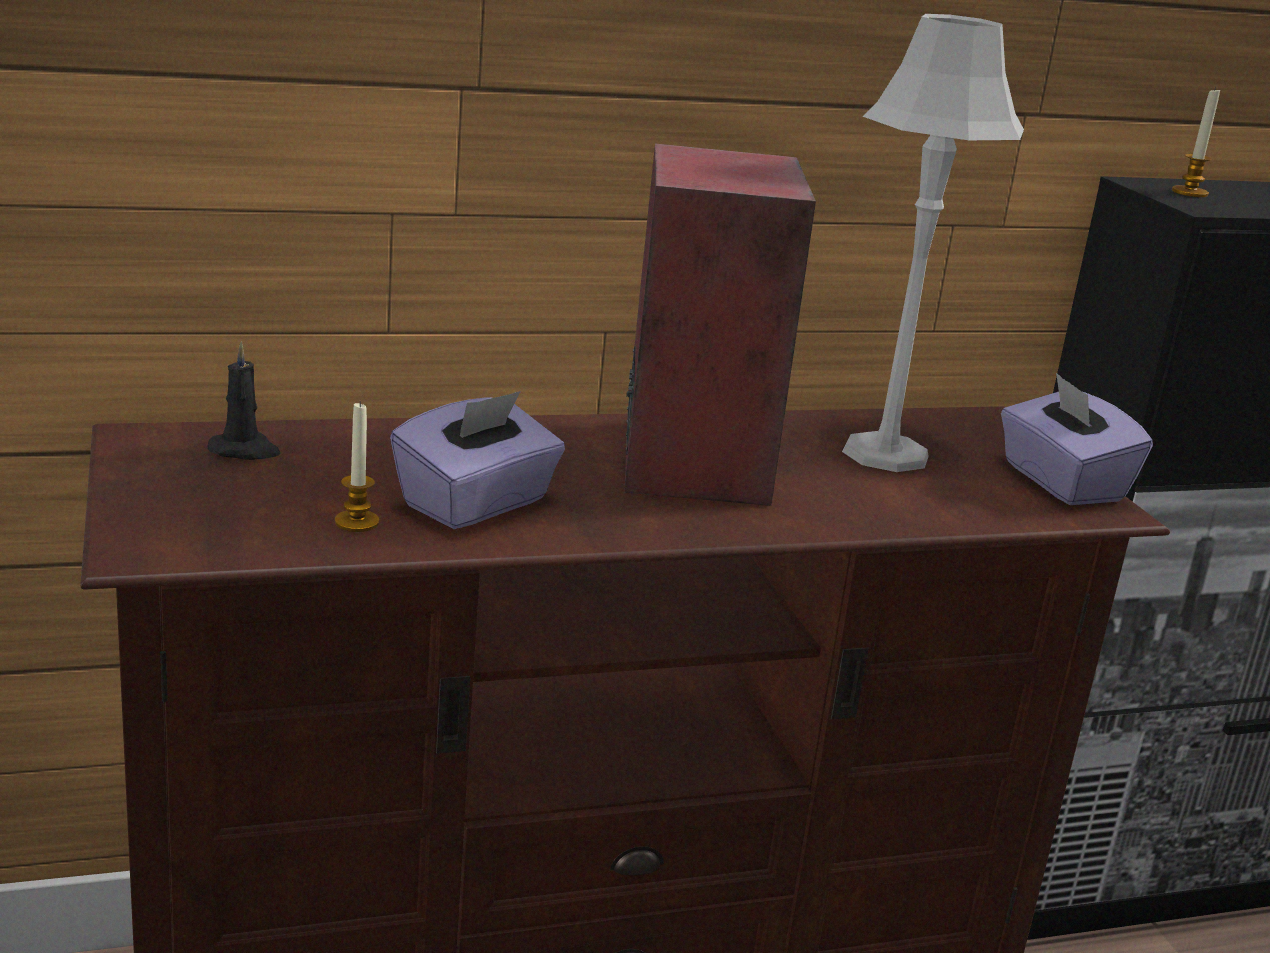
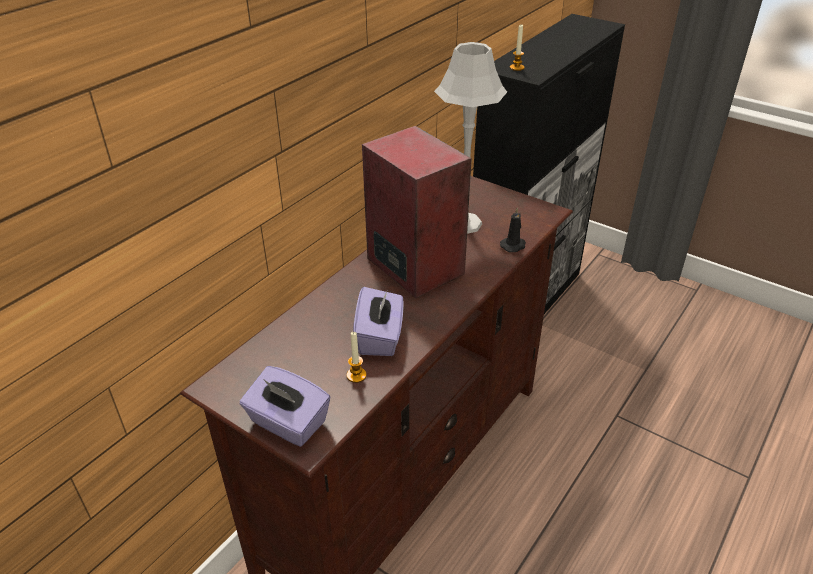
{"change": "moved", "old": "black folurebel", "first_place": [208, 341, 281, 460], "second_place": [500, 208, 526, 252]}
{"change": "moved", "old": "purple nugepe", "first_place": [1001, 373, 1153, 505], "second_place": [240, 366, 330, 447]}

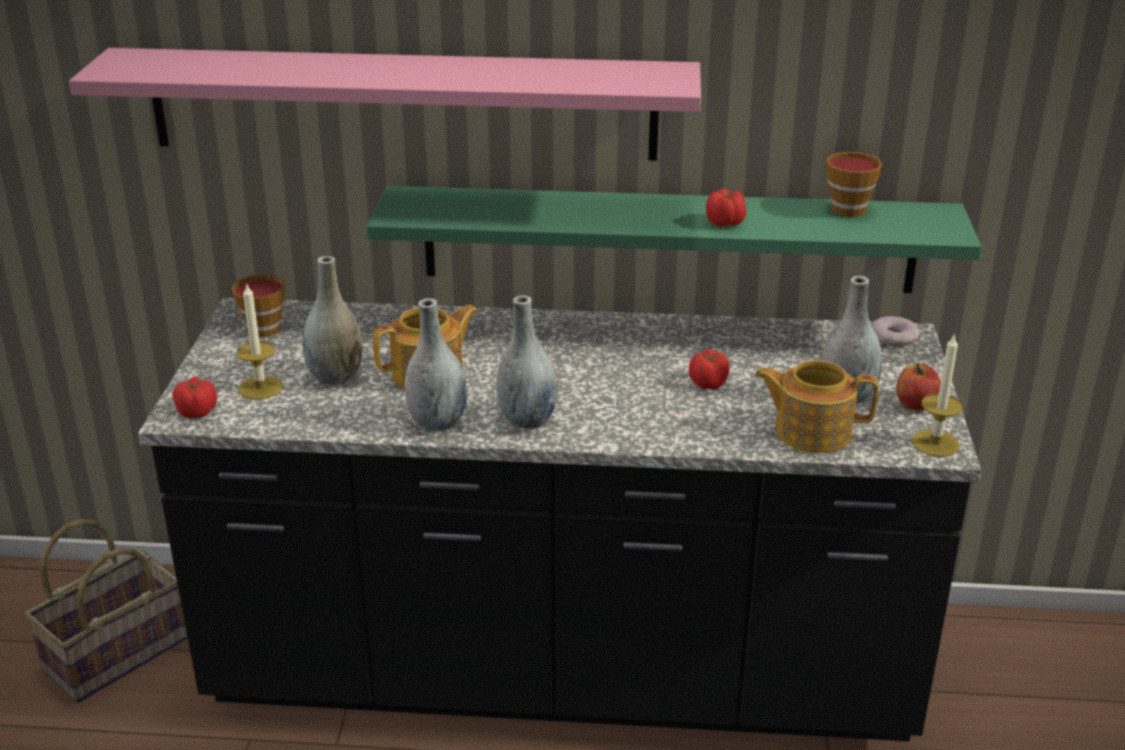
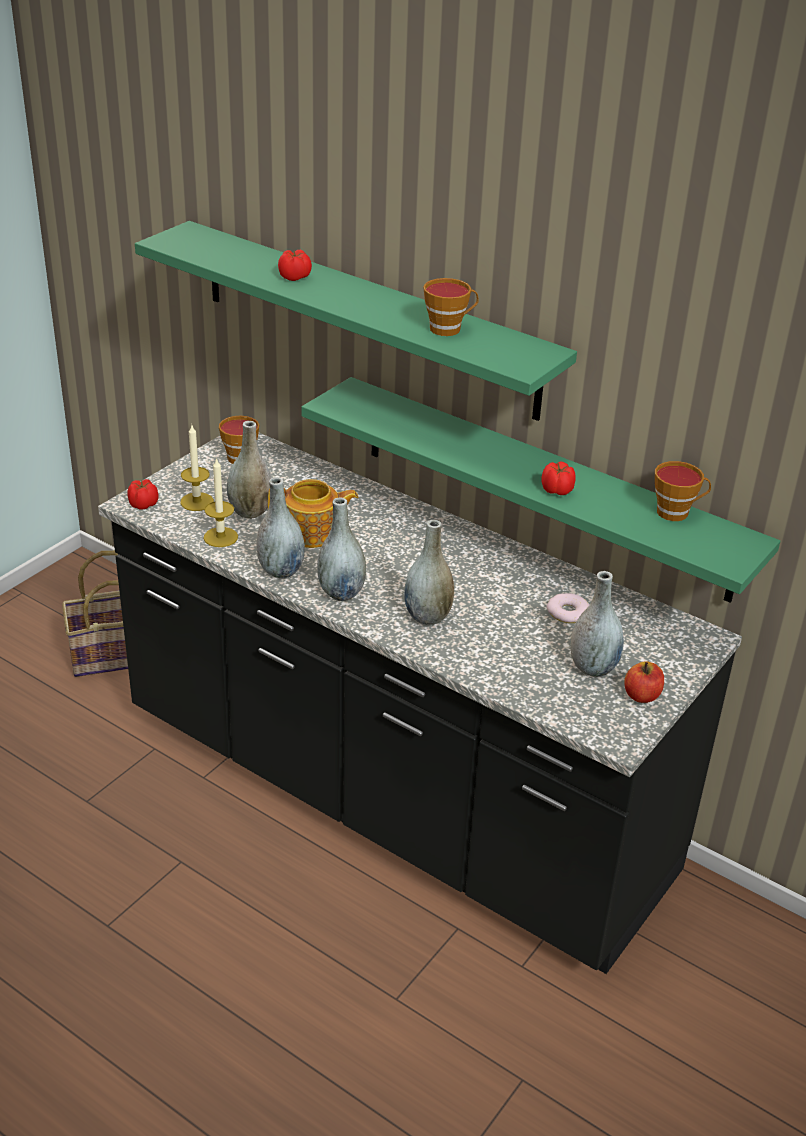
{"change": "recoloured", "old": "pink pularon", "new": "green pularon", "first_place": [69, 48, 701, 161], "second_place": [135, 221, 577, 421]}
{"change": "moved", "old": "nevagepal", "first_place": [689, 349, 730, 389], "second_place": [278, 250, 312, 281]}
{"change": "removed", "old": "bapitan", "first_place": [754, 360, 879, 453]}
{"change": "moved", "old": "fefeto", "first_place": [871, 316, 920, 346], "second_place": [546, 593, 590, 623]}
{"change": "moved", "old": "folurebel", "first_place": [912, 333, 963, 457], "second_place": [204, 458, 238, 547]}
{"change": "added", "new": "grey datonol", "second_place": [404, 520, 454, 625]}
{"change": "added", "new": "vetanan", "second_place": [423, 278, 479, 336]}

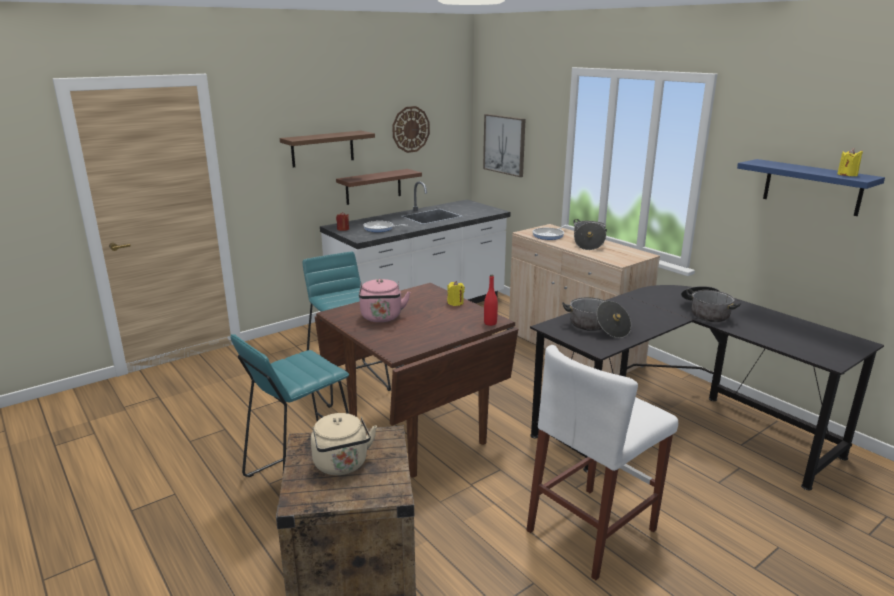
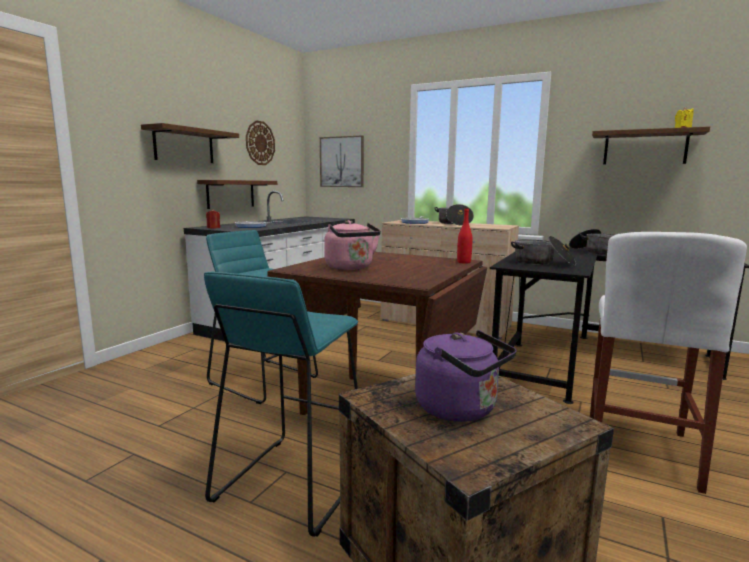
{"change": "recoloured", "old": "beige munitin", "new": "purple munitin", "first_place": [311, 413, 377, 475], "second_place": [415, 330, 517, 422]}
{"change": "removed", "old": "yellow folurebel", "first_place": [447, 281, 465, 306]}
{"change": "recoloured", "old": "blue pularon", "new": "brown pularon", "first_place": [737, 159, 885, 216], "second_place": [592, 126, 710, 164]}

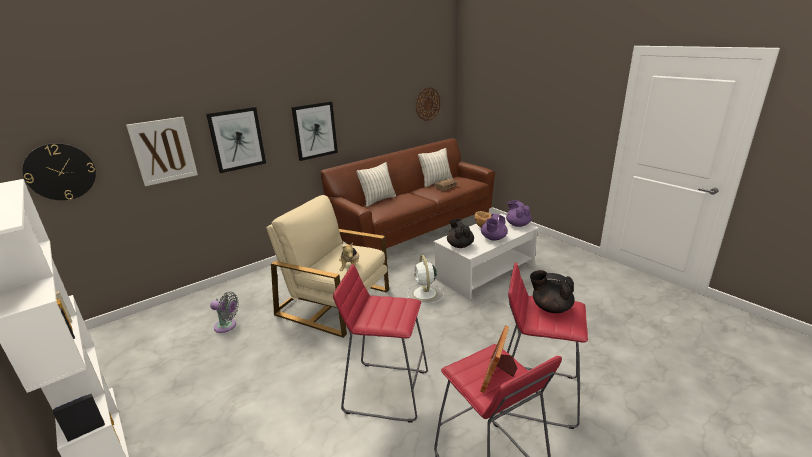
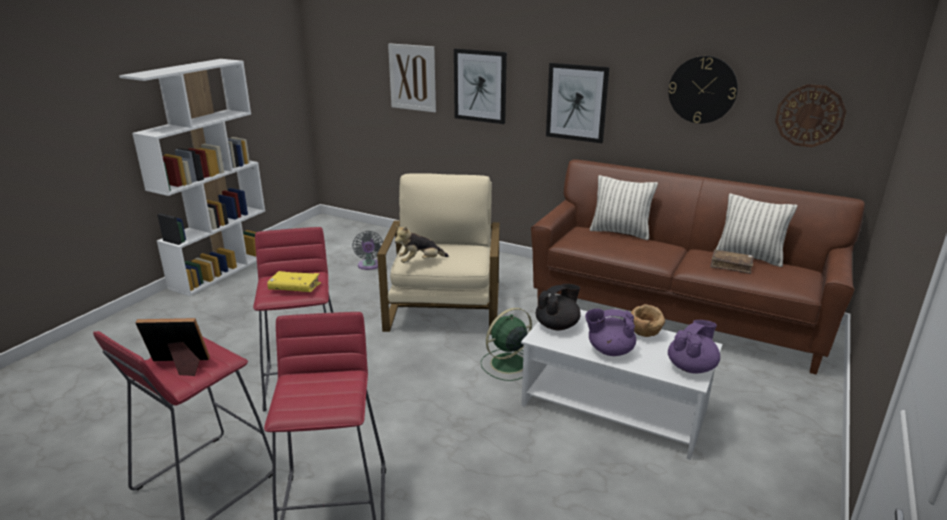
{"change": "moved", "old": "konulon", "first_place": [23, 143, 96, 200], "second_place": [669, 56, 738, 123]}
{"change": "recoloured", "old": "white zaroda", "new": "green zaroda", "first_place": [407, 255, 444, 304], "second_place": [481, 308, 532, 381]}
{"change": "removed", "old": "black bapitan", "first_place": [530, 270, 575, 313]}
{"change": "added", "new": "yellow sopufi", "second_place": [267, 271, 321, 292]}

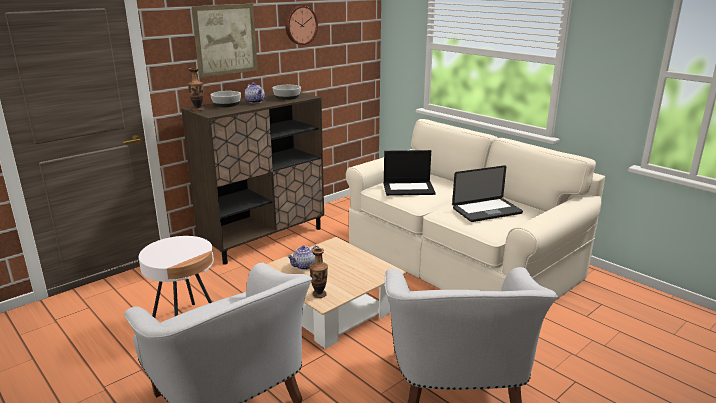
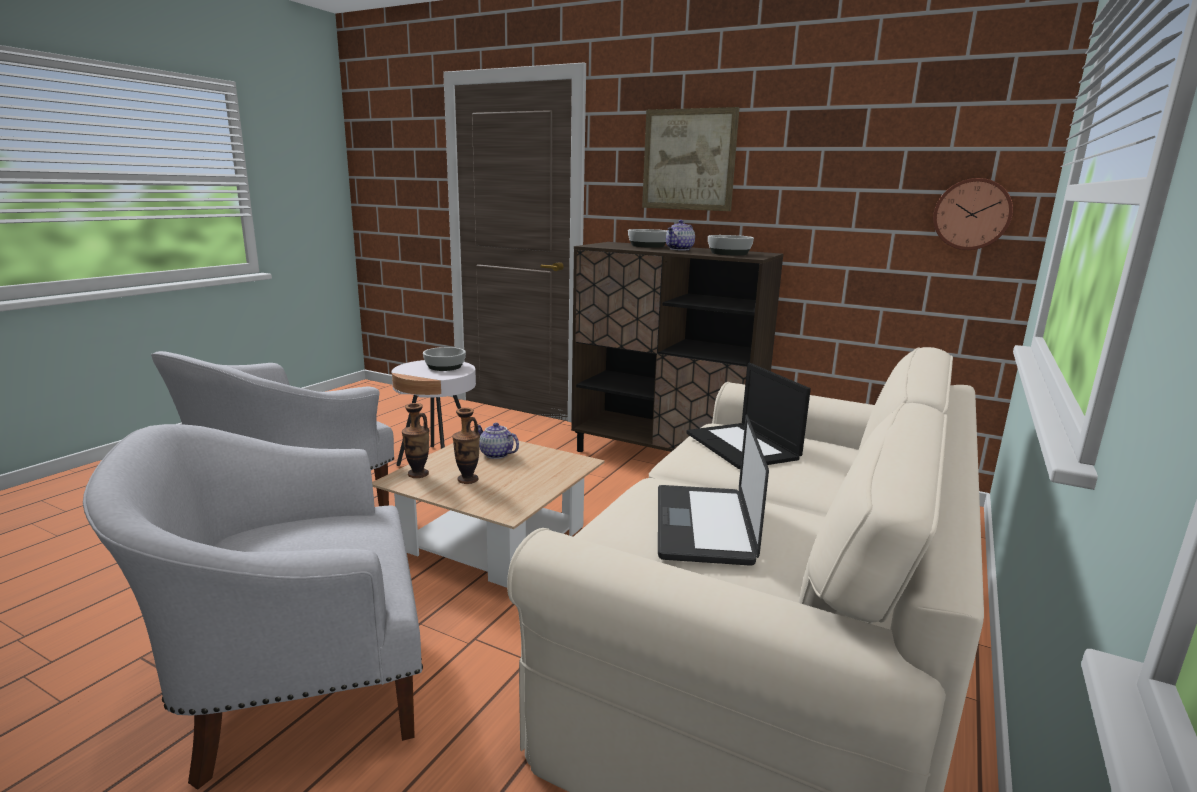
{"change": "moved", "old": "datonol", "first_place": [188, 68, 204, 111], "second_place": [452, 408, 480, 484]}
{"change": "moved", "old": "konulon", "first_place": [285, 6, 318, 45], "second_place": [933, 178, 1013, 250]}
{"change": "turned", "old": "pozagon", "first_place": [452, 165, 523, 222], "second_place": [658, 414, 769, 566], "degrees": 45}
{"change": "added", "new": "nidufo", "second_place": [423, 347, 466, 371]}

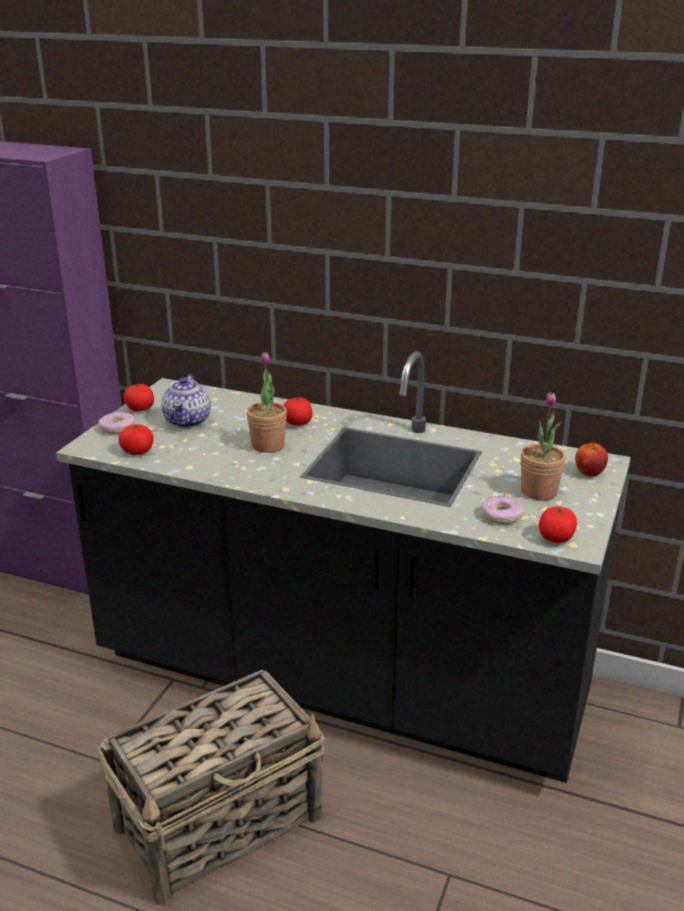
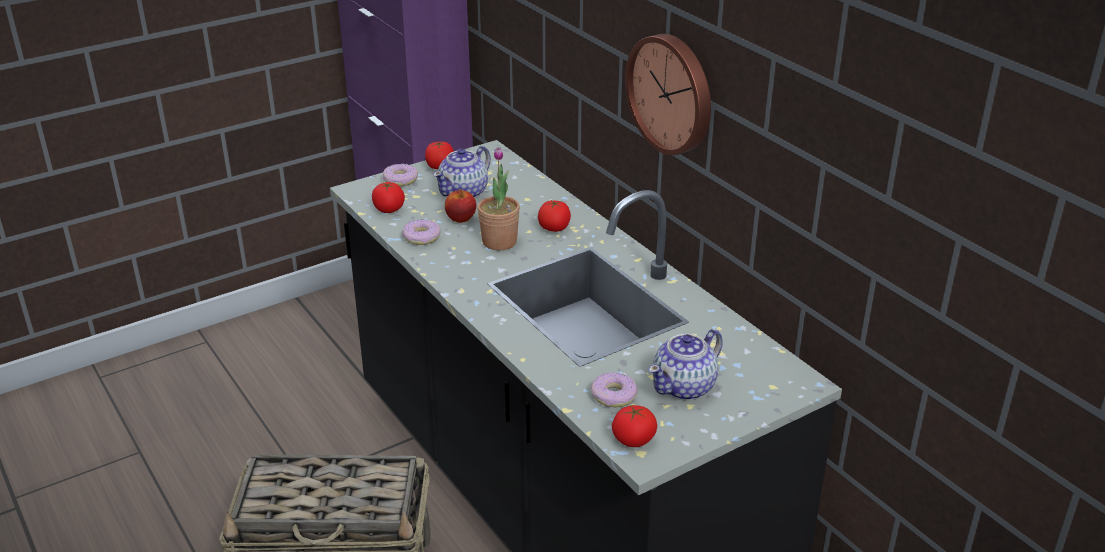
{"change": "replaced", "old": "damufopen", "new": "bapitan", "first_place": [521, 392, 566, 501], "second_place": [649, 329, 723, 400]}
{"change": "moved", "old": "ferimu", "first_place": [575, 441, 608, 477], "second_place": [445, 189, 476, 223]}
{"change": "added", "new": "fefeto", "second_place": [402, 219, 441, 245]}
{"change": "added", "new": "konulon", "second_place": [625, 34, 711, 155]}

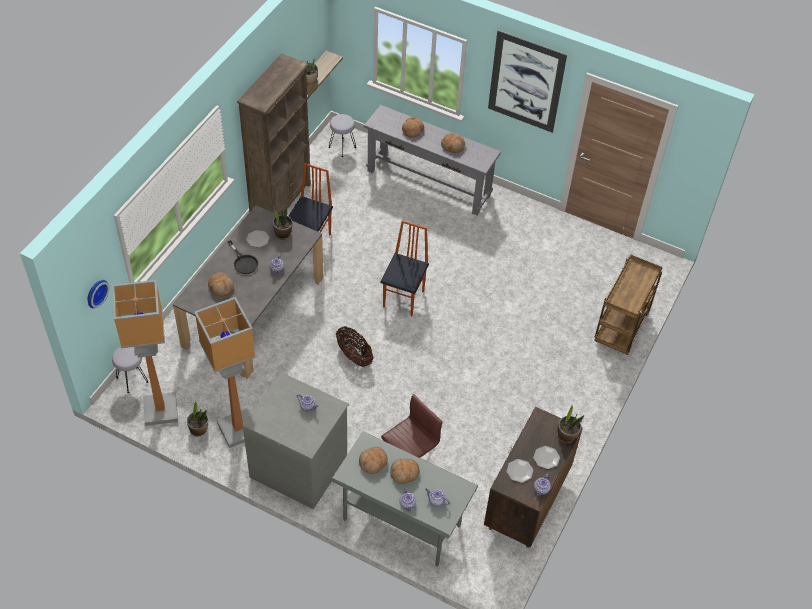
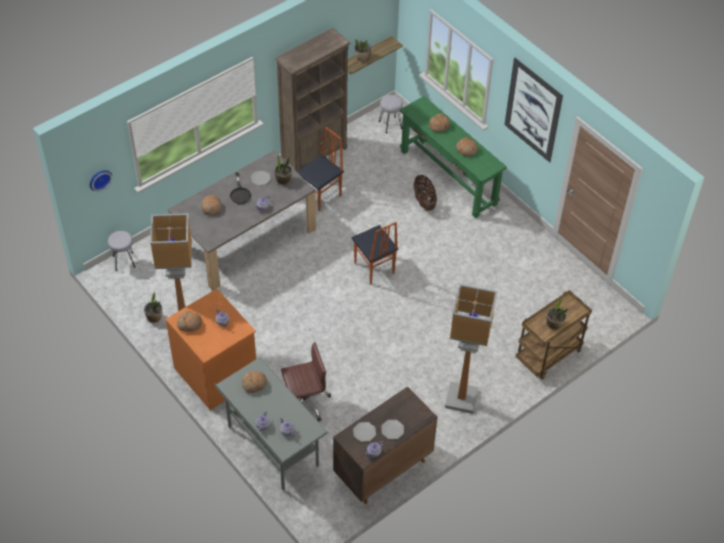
{"change": "moved", "old": "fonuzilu", "first_place": [112, 280, 178, 426], "second_place": [445, 284, 497, 414]}
{"change": "recoloured", "old": "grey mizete", "new": "orange mizete", "first_place": [242, 372, 349, 509], "second_place": [166, 289, 256, 410]}
{"change": "moved", "old": "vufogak", "first_place": [336, 326, 373, 367], "second_place": [413, 175, 437, 211]}
{"change": "recoloured", "old": "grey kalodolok", "new": "green kalodolok", "first_place": [364, 105, 501, 216], "second_place": [400, 96, 507, 218]}
{"change": "turned", "old": "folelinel", "first_place": [380, 221, 429, 317], "second_place": [351, 222, 398, 284], "degrees": 105}
{"change": "moved", "old": "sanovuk", "first_place": [390, 459, 420, 484], "second_place": [177, 311, 202, 332]}
{"change": "moved", "old": "damufopen", "first_place": [557, 404, 584, 443], "second_place": [546, 298, 568, 330]}

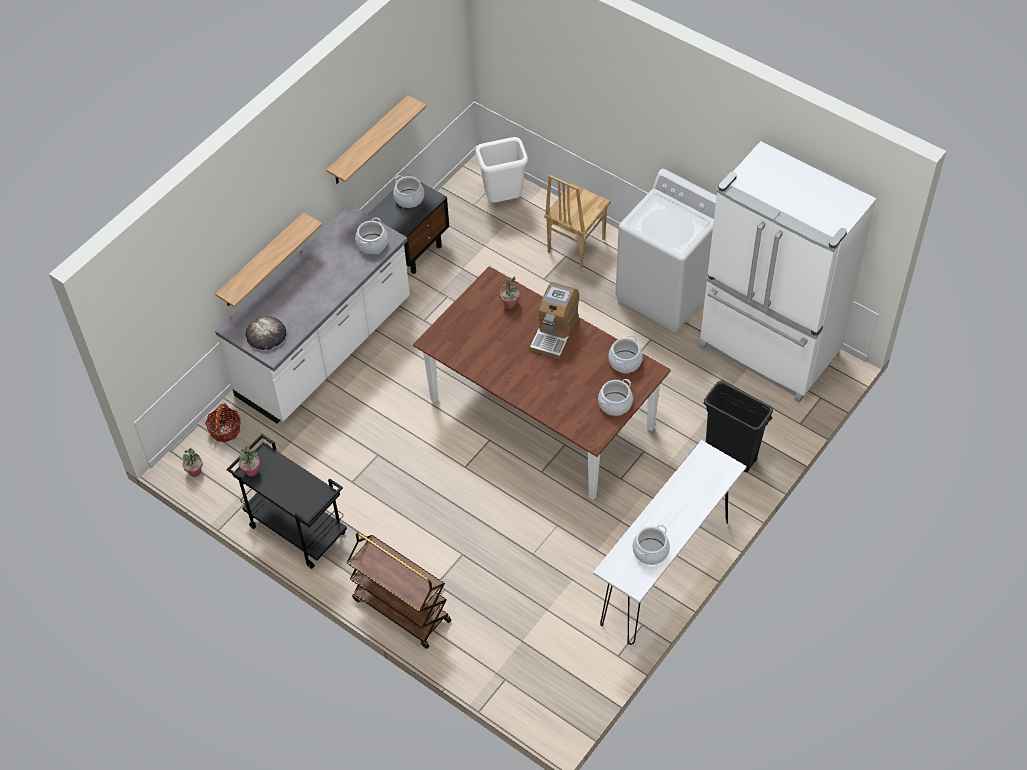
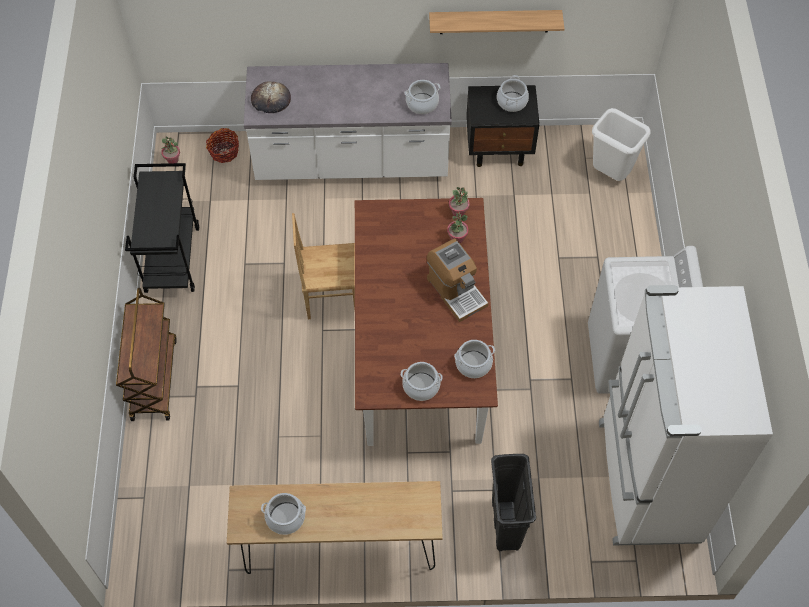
{"change": "removed", "old": "pularon", "first_place": [215, 212, 322, 307]}
{"change": "moved", "old": "damufopen", "first_place": [239, 445, 260, 477], "second_place": [449, 187, 470, 217]}
{"change": "turned", "old": "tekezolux", "first_place": [530, 282, 580, 359], "second_place": [427, 238, 489, 322], "degrees": -105}
{"change": "moved", "old": "brown folelinel", "first_place": [544, 175, 611, 268], "second_place": [292, 213, 355, 319]}
{"change": "recoloured", "old": "white kalodolok", "new": "brown kalodolok", "first_place": [593, 440, 747, 645], "second_place": [227, 481, 443, 574]}

